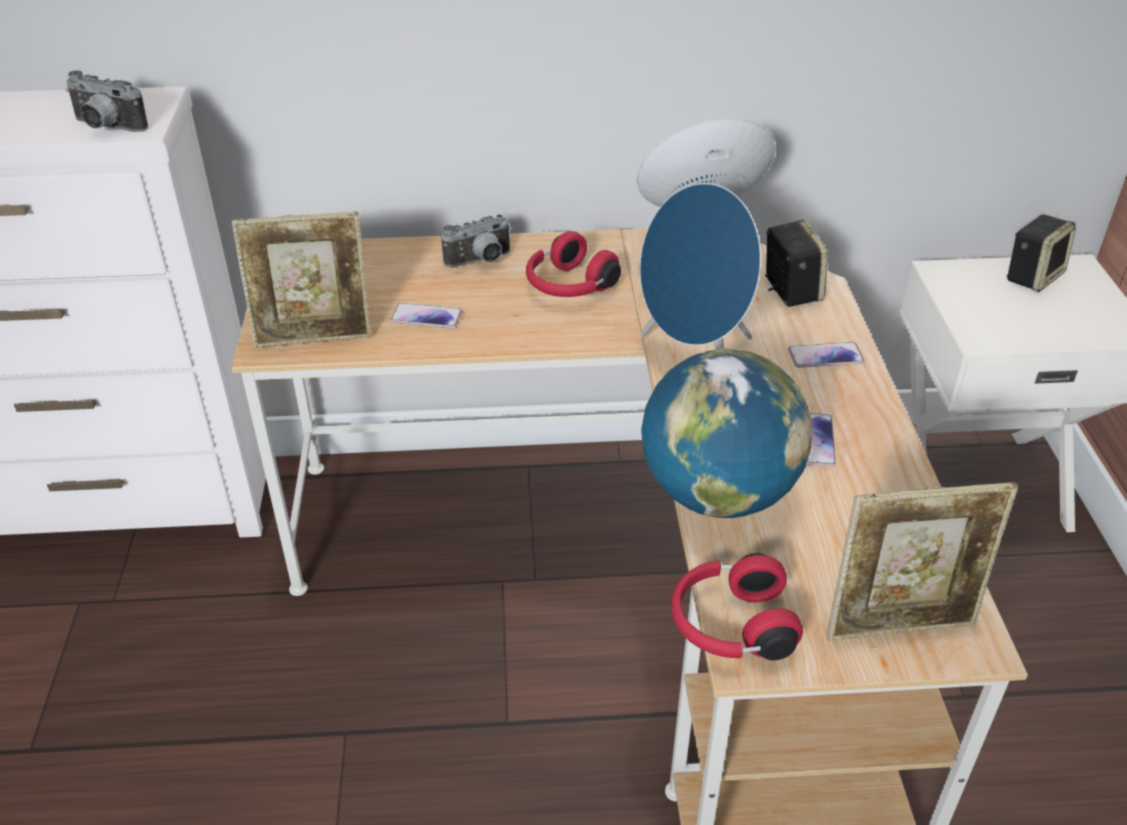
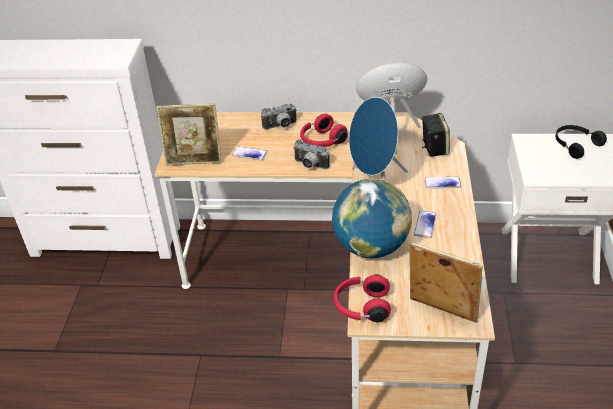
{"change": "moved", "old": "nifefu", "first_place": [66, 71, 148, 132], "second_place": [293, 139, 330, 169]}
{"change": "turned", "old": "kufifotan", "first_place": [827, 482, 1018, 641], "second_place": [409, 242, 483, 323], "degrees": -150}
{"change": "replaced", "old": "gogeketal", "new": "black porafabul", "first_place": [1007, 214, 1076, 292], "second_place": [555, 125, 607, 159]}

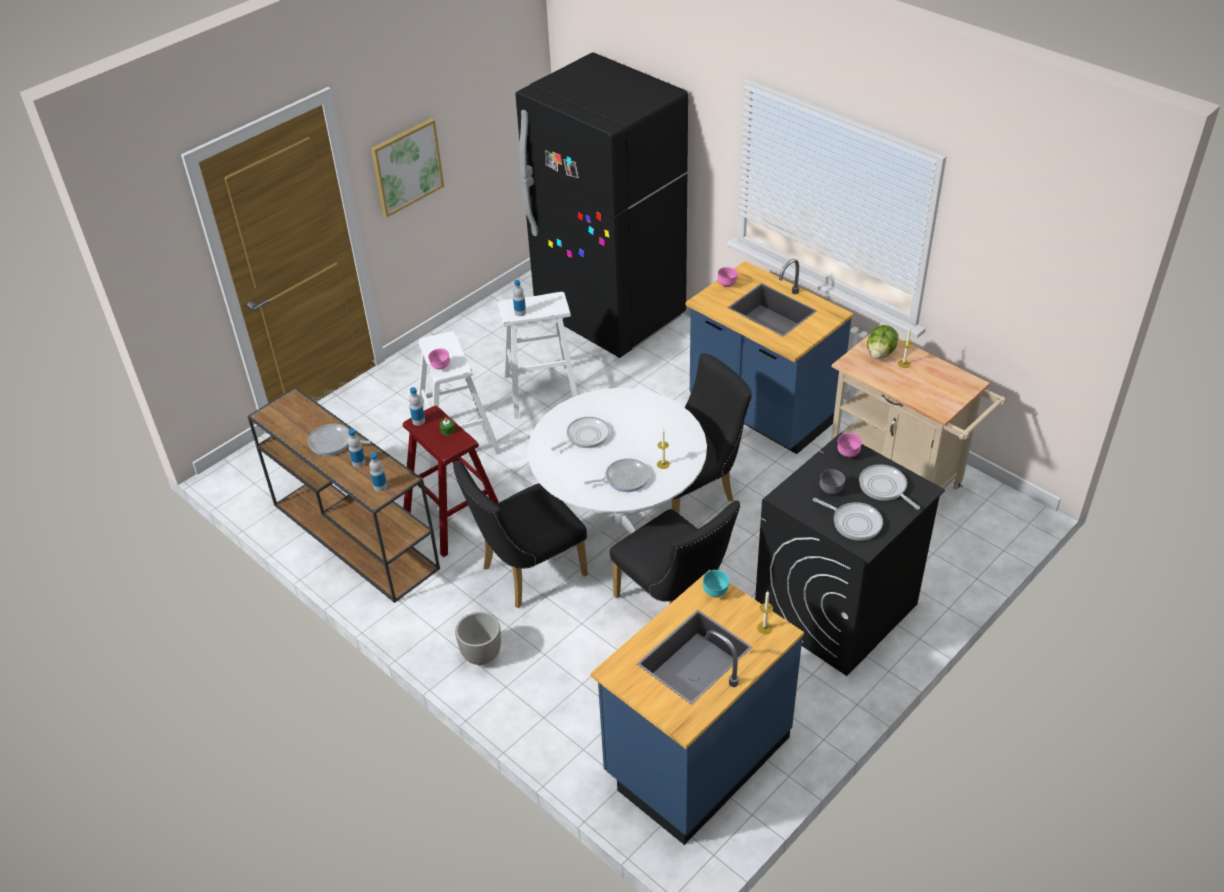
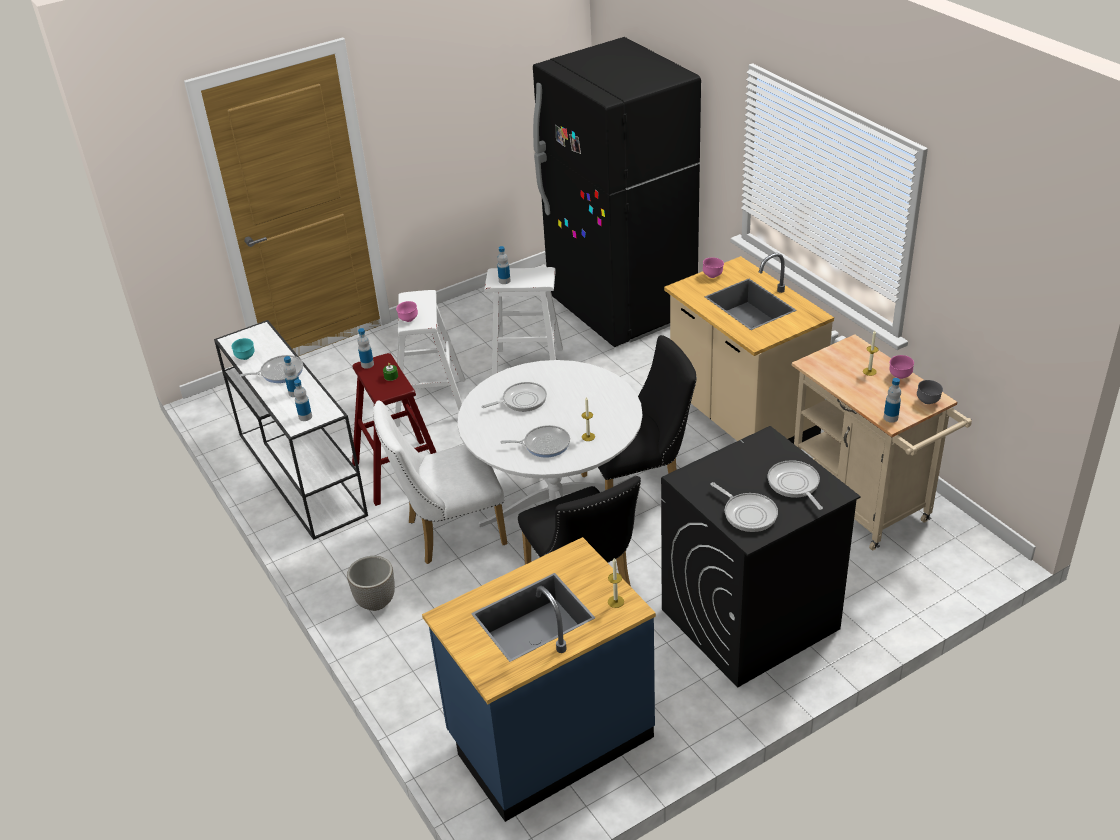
{"change": "recoloured", "old": "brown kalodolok", "new": "white kalodolok", "first_place": [247, 387, 440, 603], "second_place": [214, 320, 368, 540]}
{"change": "turned", "old": "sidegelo", "first_place": [308, 424, 371, 456], "second_place": [238, 355, 303, 383], "degrees": 135}
{"change": "removed", "old": "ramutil", "first_place": [371, 118, 444, 218]}
{"change": "recoloured", "old": "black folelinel", "new": "white folelinel", "first_place": [453, 461, 588, 608], "second_place": [373, 401, 507, 564]}
{"change": "recoloured", "old": "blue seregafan", "new": "beige seregafan", "first_place": [686, 259, 853, 454], "second_place": [664, 253, 834, 444]}
{"change": "moved", "old": "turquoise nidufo", "first_place": [703, 570, 729, 597], "second_place": [231, 338, 255, 360]}
{"change": "moved", "old": "grey nidufo", "first_place": [820, 469, 845, 494], "second_place": [917, 380, 943, 404]}
{"change": "moved", "old": "pink nidufo", "first_place": [838, 433, 862, 457], "second_place": [890, 355, 914, 379]}
{"change": "removed", "old": "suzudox", "first_place": [867, 325, 898, 359]}
{"change": "added", "new": "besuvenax", "second_place": [883, 378, 901, 423]}

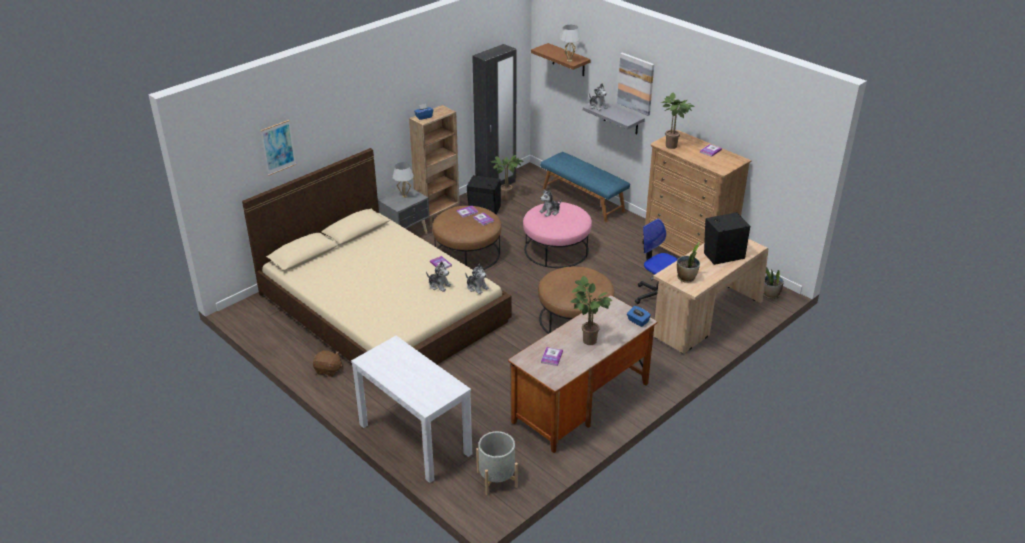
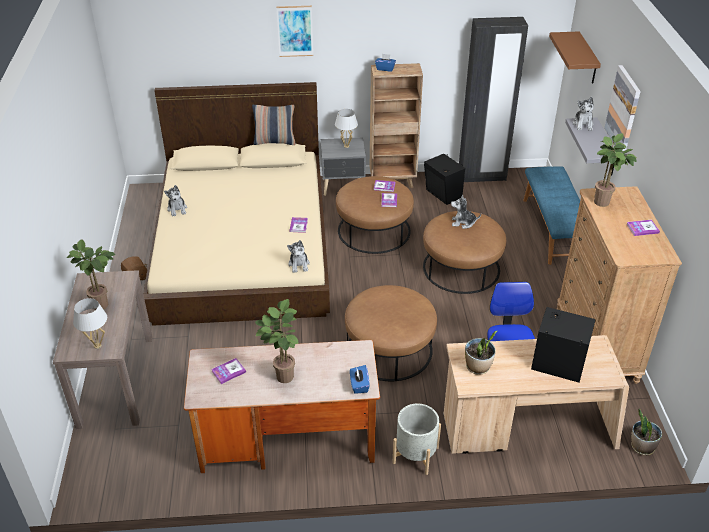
{"change": "moved", "old": "ramutil", "first_place": [261, 120, 296, 176], "second_place": [276, 6, 313, 57]}
{"change": "recoloured", "old": "white kalodolok", "new": "brown kalodolok", "first_place": [351, 336, 472, 483], "second_place": [53, 270, 153, 429]}
{"change": "moved", "old": "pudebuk", "first_place": [426, 261, 451, 292], "second_place": [164, 185, 187, 217]}
{"change": "moved", "old": "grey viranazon", "first_place": [476, 431, 518, 495], "second_place": [392, 403, 441, 475]}
{"change": "moved", "old": "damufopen", "first_place": [491, 155, 524, 201], "second_place": [67, 239, 115, 310]}
{"change": "recoloured", "old": "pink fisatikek", "new": "brown fisatikek", "first_place": [523, 202, 592, 268], "second_place": [423, 211, 506, 294]}
{"change": "moved", "old": "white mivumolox", "first_place": [560, 25, 581, 62], "second_place": [73, 298, 107, 349]}
{"change": "added", "new": "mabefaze", "second_place": [252, 105, 296, 145]}

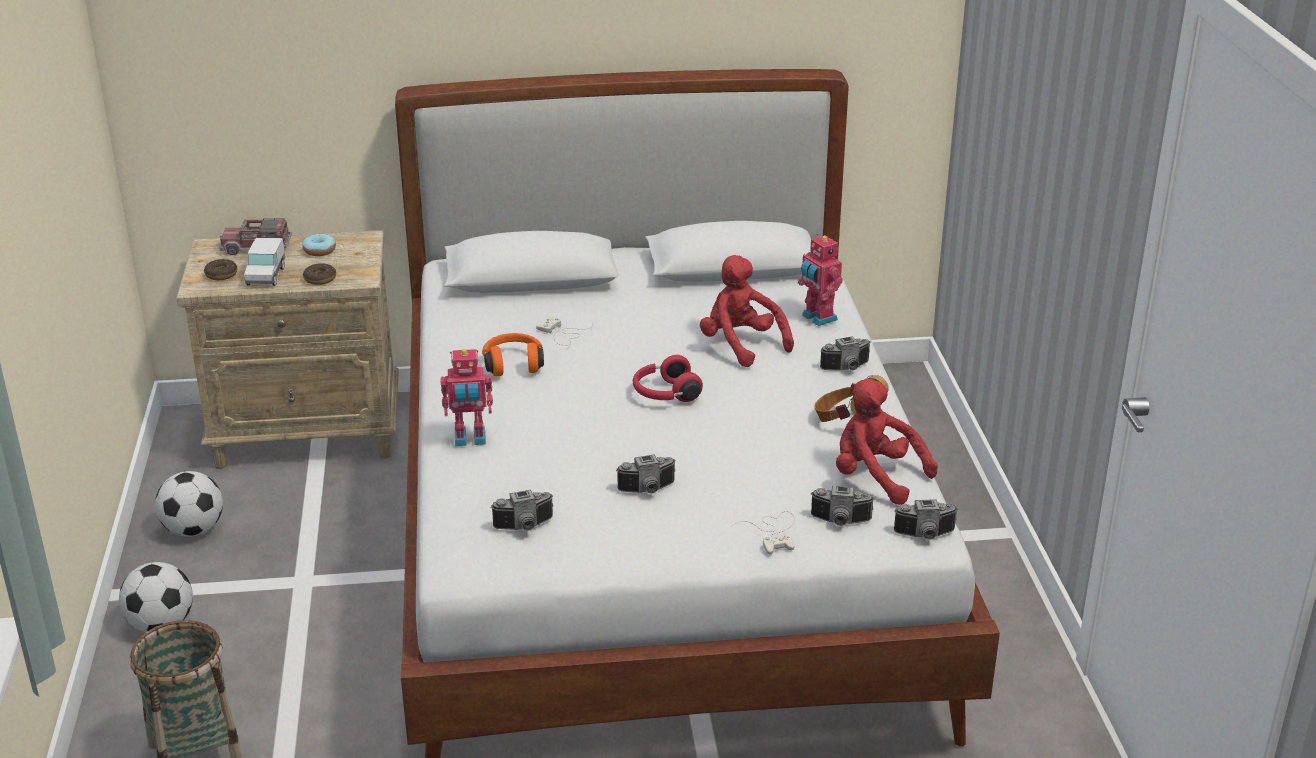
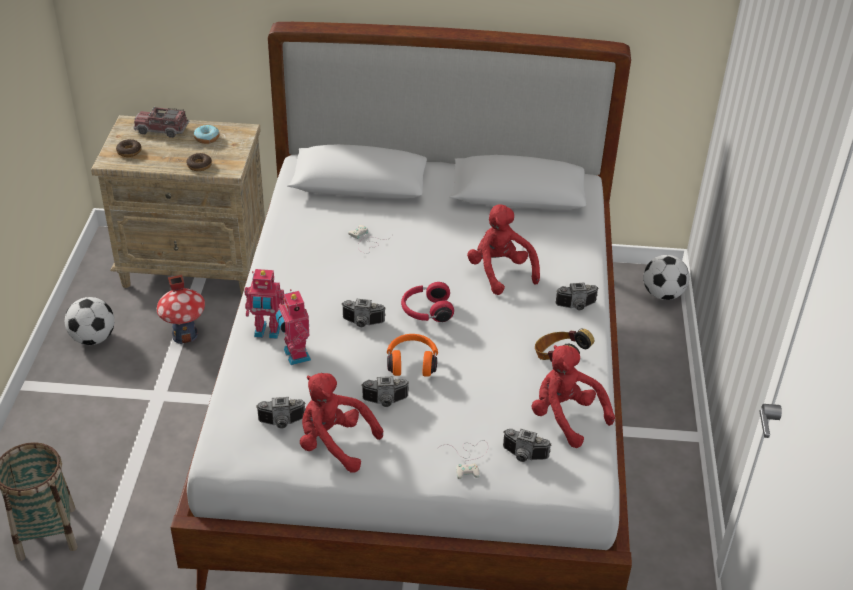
{"change": "moved", "old": "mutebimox", "first_place": [119, 562, 193, 632], "second_place": [643, 255, 689, 300]}
{"change": "removed", "old": "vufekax", "first_place": [244, 238, 285, 286]}
{"change": "moved", "old": "orange porafabul", "first_place": [482, 333, 544, 376], "second_place": [387, 334, 438, 377]}
{"change": "moved", "old": "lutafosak", "first_place": [798, 233, 843, 326], "second_place": [276, 289, 311, 365]}
{"change": "moved", "old": "nifefu", "first_place": [894, 499, 958, 540], "second_place": [342, 299, 386, 327]}
{"change": "added", "new": "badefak", "second_place": [157, 275, 205, 344]}
{"change": "added", "new": "red pudebuk", "second_place": [300, 373, 383, 473]}

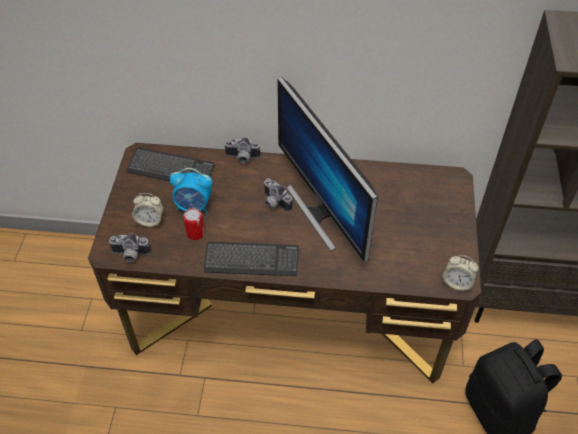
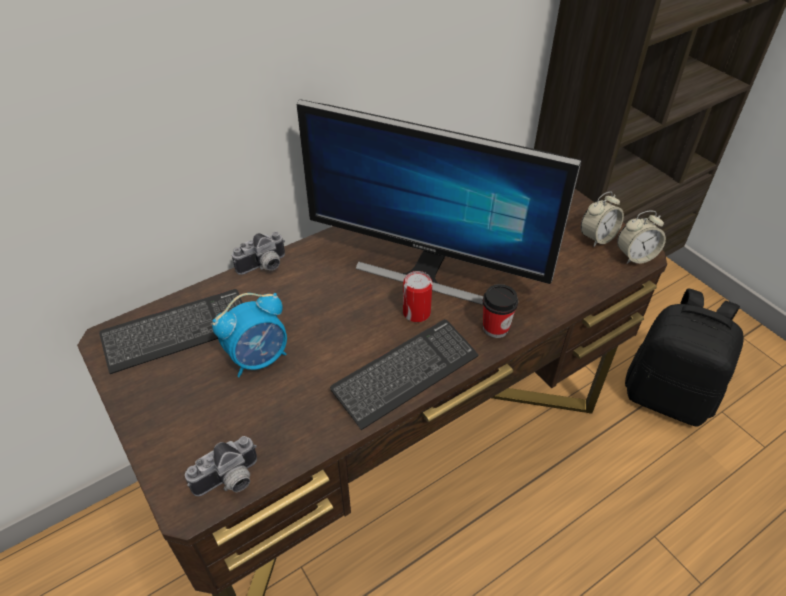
{"change": "moved", "old": "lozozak", "first_place": [132, 193, 164, 227], "second_place": [581, 191, 624, 247]}
{"change": "moved", "old": "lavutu", "first_place": [183, 208, 205, 240], "second_place": [403, 271, 432, 322]}
{"change": "removed", "old": "nifefu", "first_place": [264, 178, 292, 212]}
{"change": "added", "new": "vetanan", "second_place": [483, 284, 518, 338]}

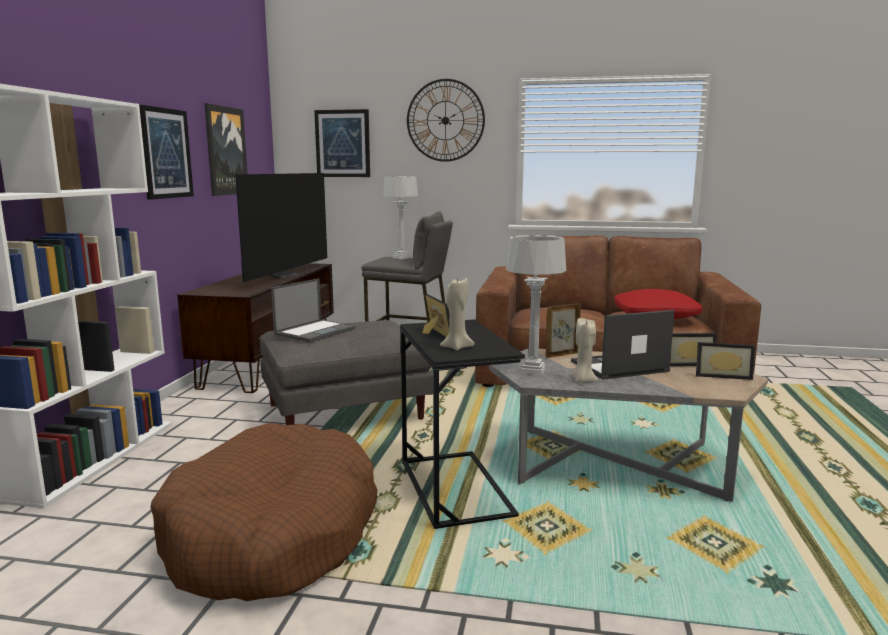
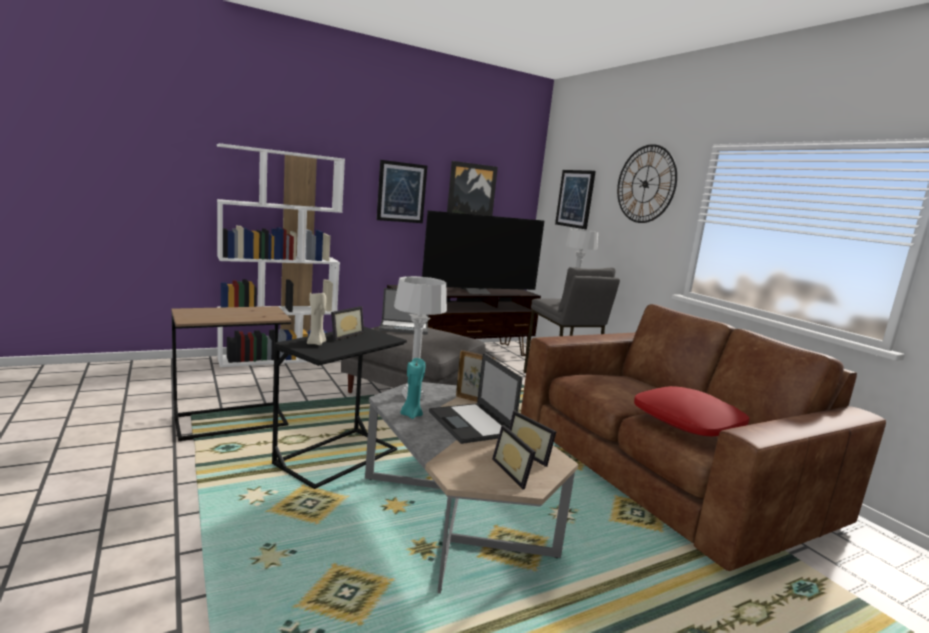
{"change": "replaced", "old": "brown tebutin", "new": "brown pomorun", "first_place": [150, 423, 377, 601], "second_place": [171, 306, 292, 441]}
{"change": "recoloured", "old": "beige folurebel", "new": "turquoise folurebel", "first_place": [570, 318, 599, 383], "second_place": [400, 358, 426, 419]}
{"change": "turned", "old": "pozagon", "first_place": [571, 310, 674, 379], "second_place": [429, 353, 523, 444], "degrees": -150}

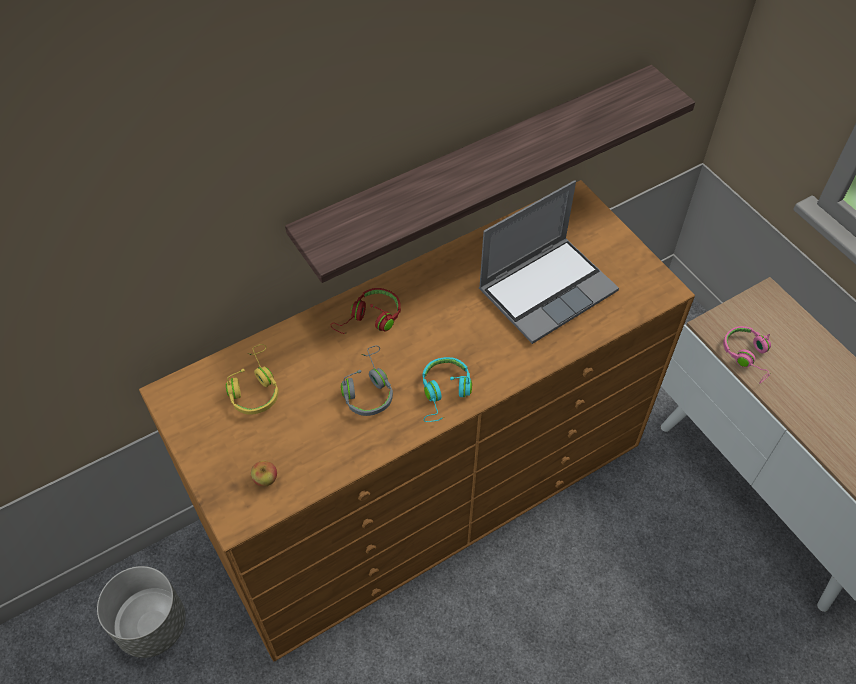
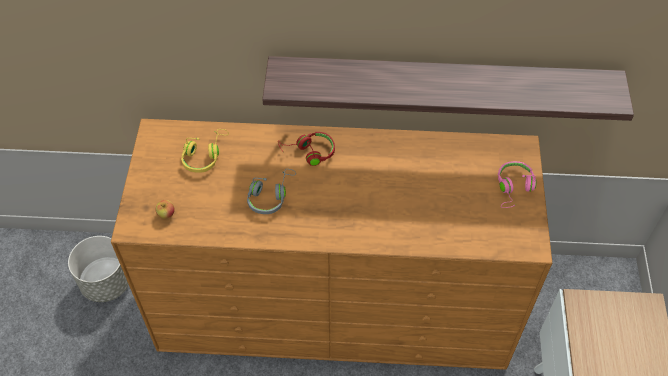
{"change": "removed", "old": "turquoise porafabul", "first_place": [423, 357, 472, 422]}
{"change": "removed", "old": "pozagon", "first_place": [479, 180, 619, 344]}
{"change": "moved", "old": "pink porafabul", "first_place": [723, 326, 771, 383], "second_place": [498, 161, 537, 208]}

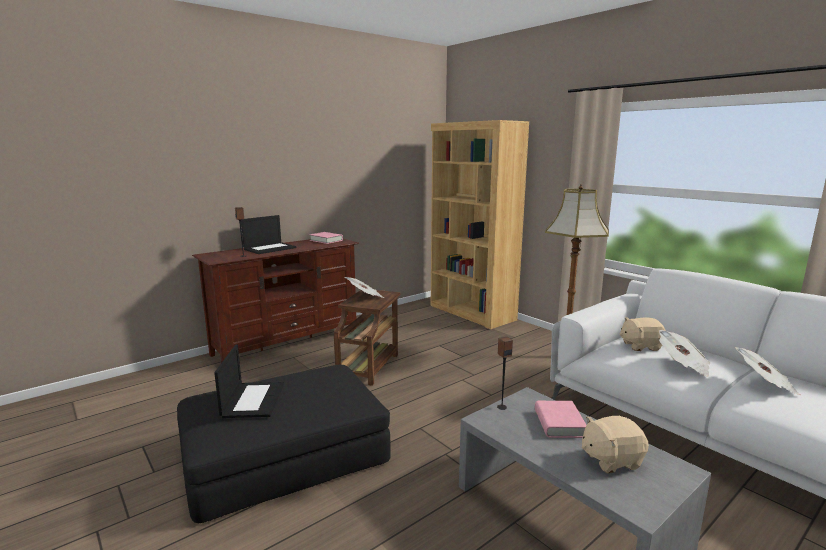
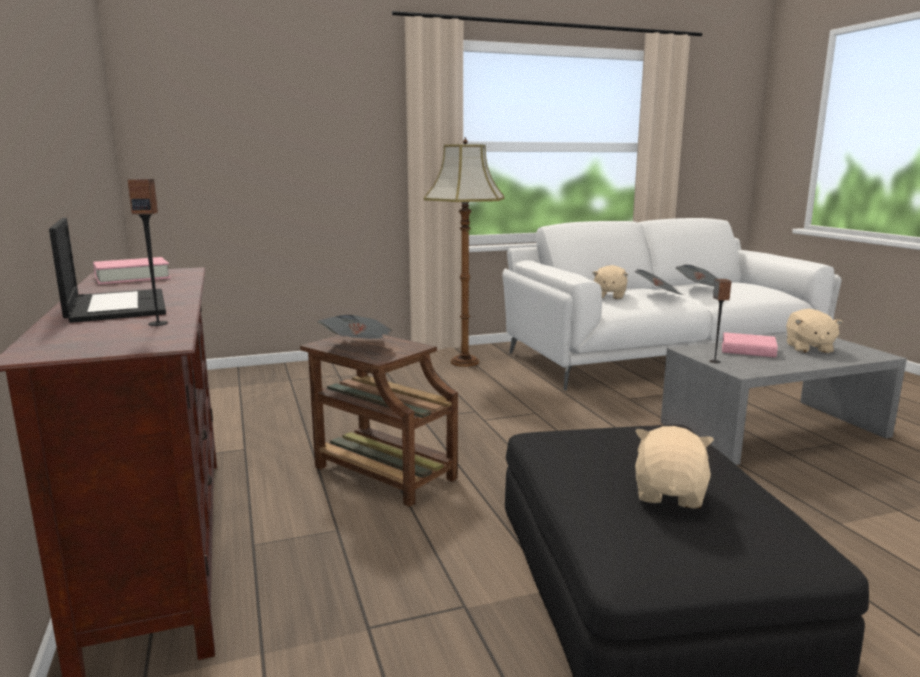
{"change": "replaced", "old": "pozagon", "new": "beige pudebuk", "first_place": [214, 345, 284, 418], "second_place": [635, 426, 714, 509]}
{"change": "removed", "old": "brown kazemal", "first_place": [431, 120, 529, 329]}

